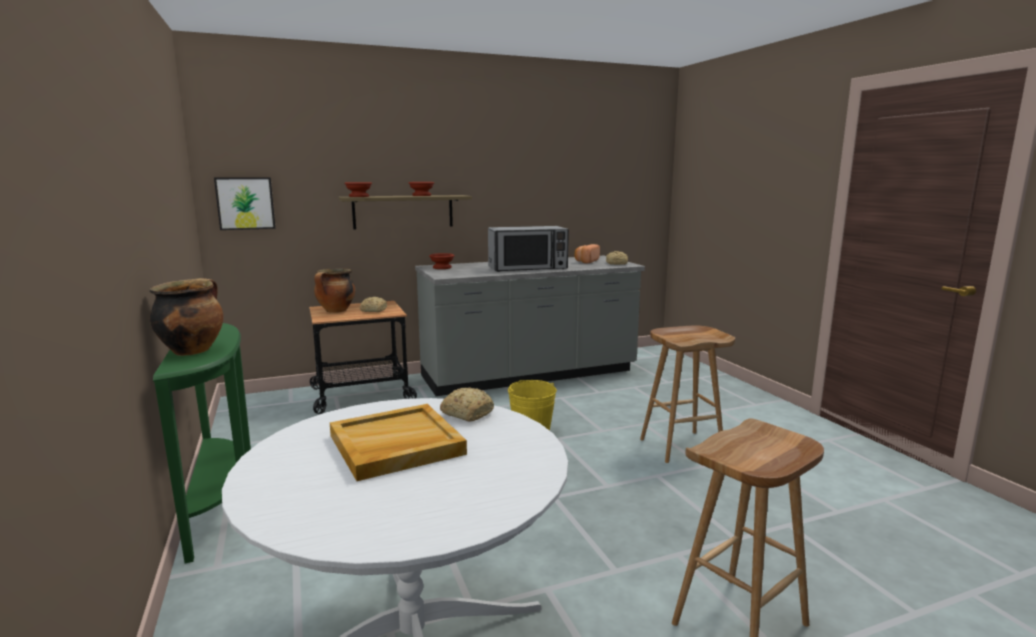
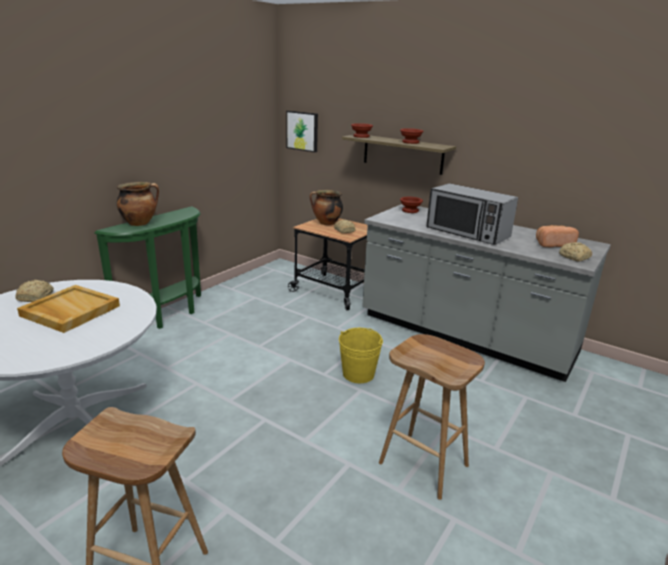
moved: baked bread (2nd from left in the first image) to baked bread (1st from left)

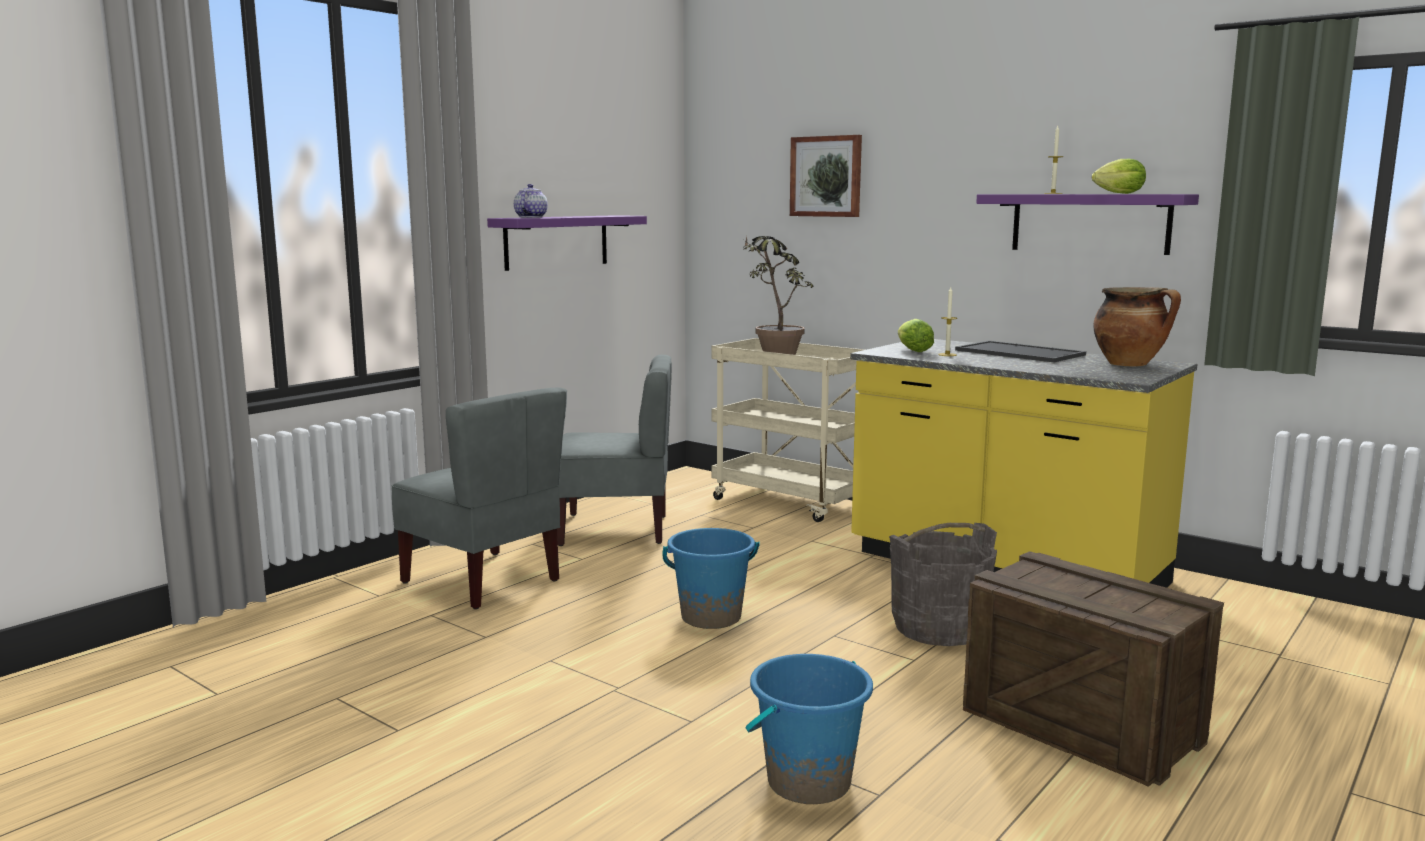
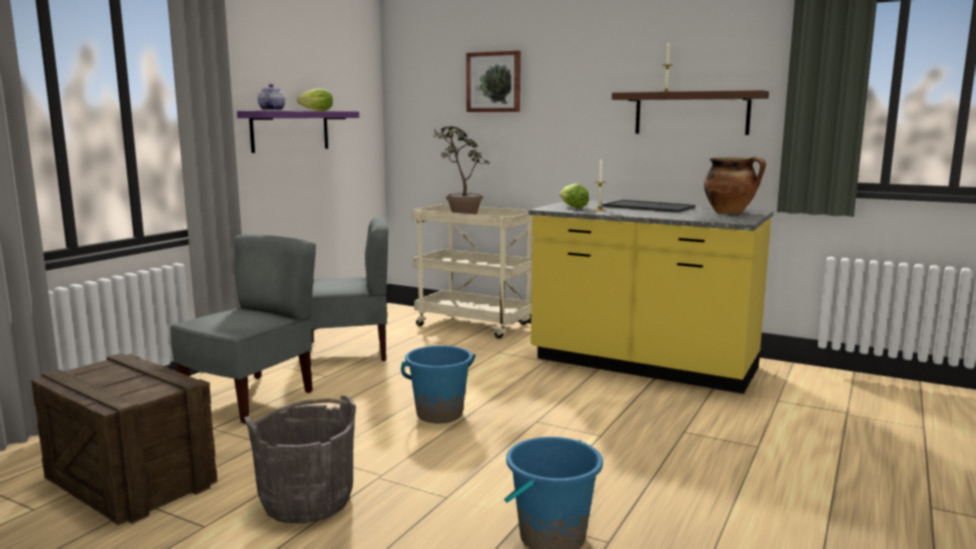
moved: lettuce head (2nd from left in the first image) to lettuce head (1st from left); pail in grey; shipping crate
recoloured: wall shelf in purplish (2nd from left) to wall shelf in brown-coloured
turned: upright chair in grey (1st from left) 90 degrees counterclockwise

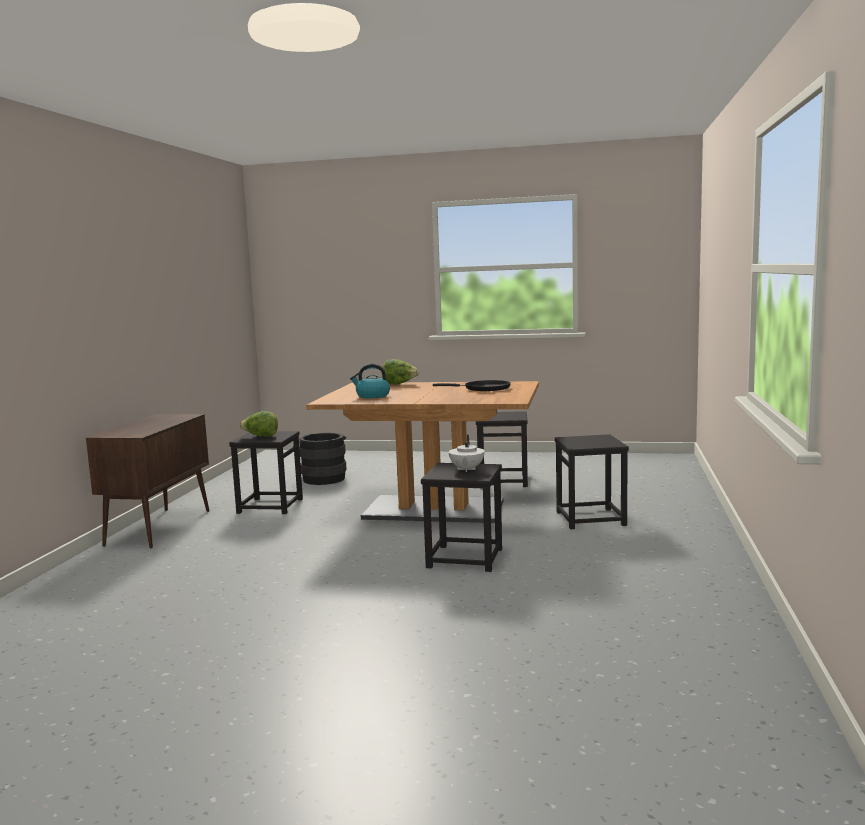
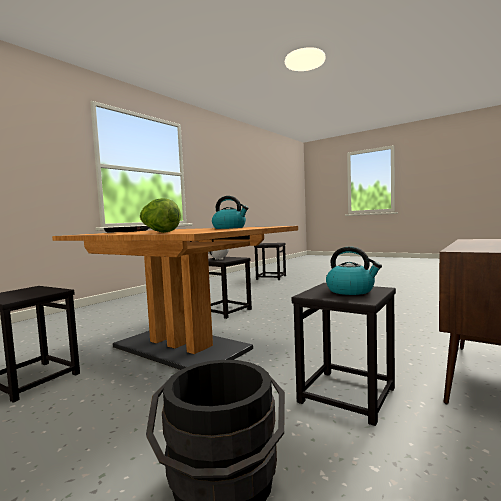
moved: stool seat in black-coloured (4th from left in the first image) to stool seat in black-coloured (3rd from left)
replaced: lettuce head (1st from left) to water kettle (2nd from left)

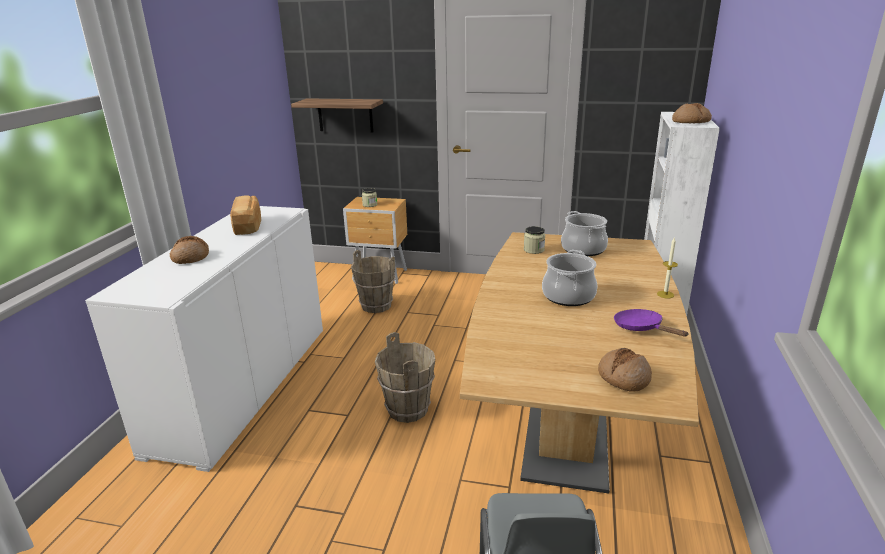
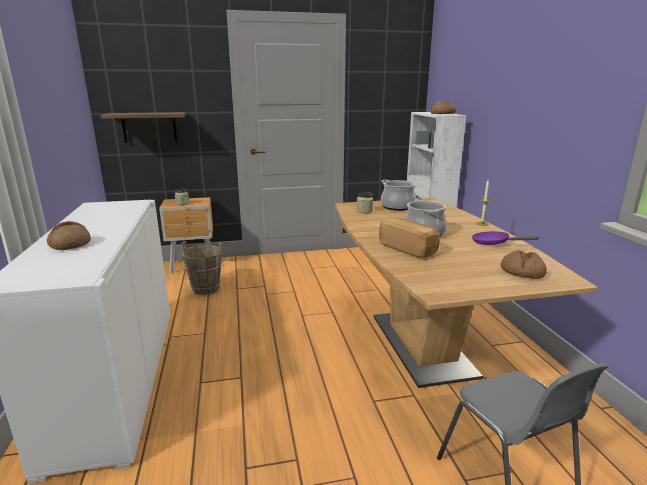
removed: pail in brown-coloured (2nd from left)
moved: baked bread (2nd from left)

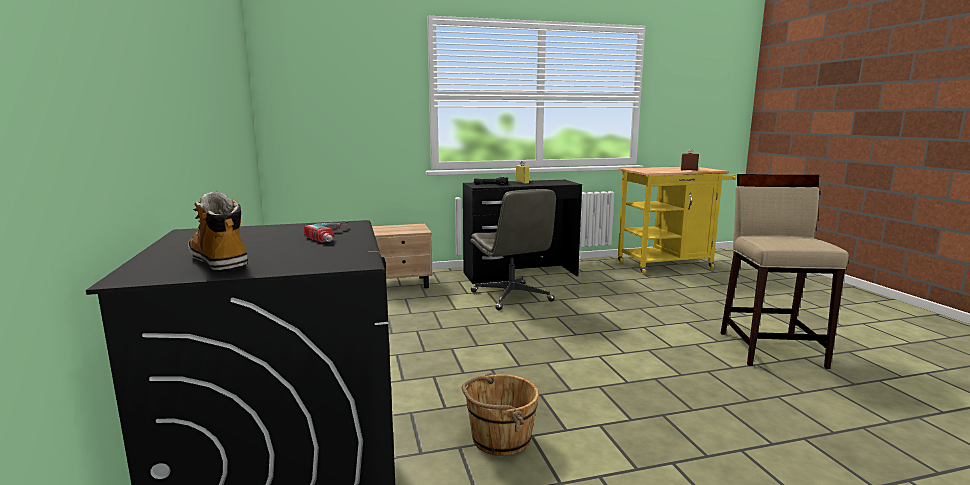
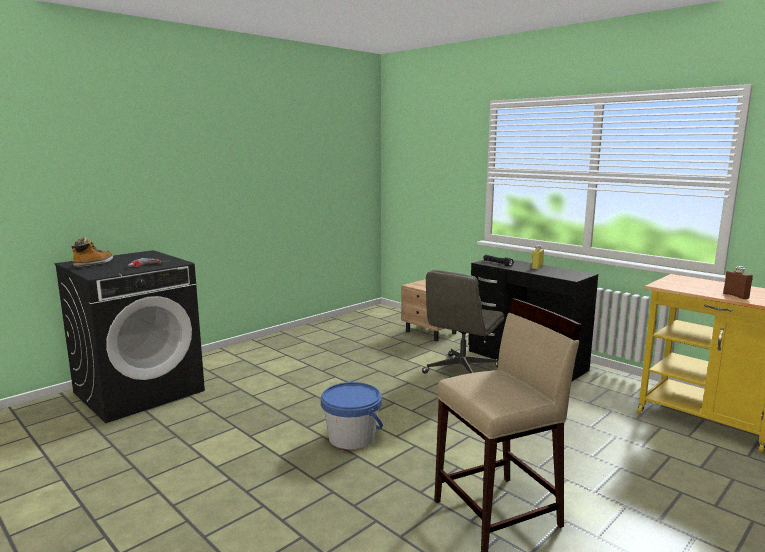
removed: pail in brown-coloured
added: pail in bluish

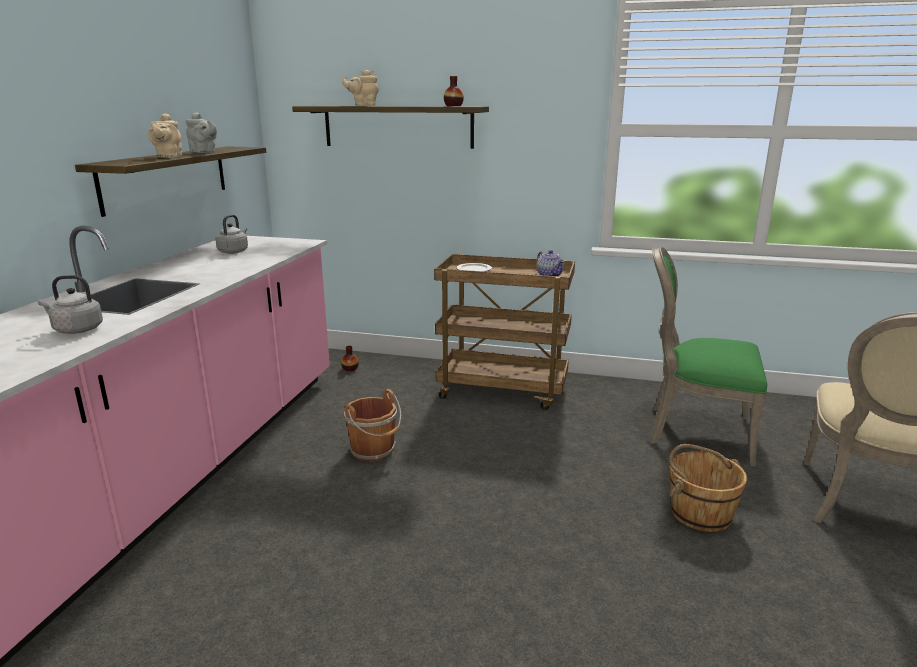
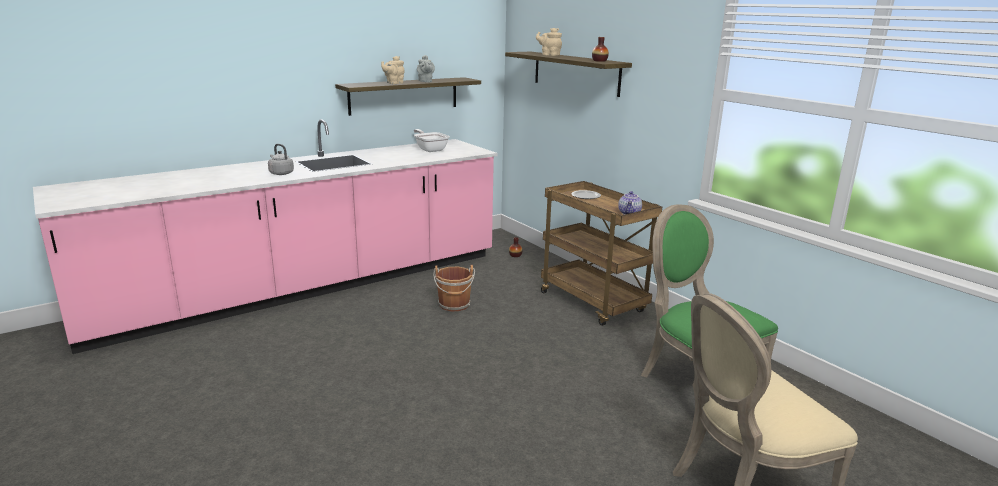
removed: pail in brown-coloured (2nd from left)
replaced: water kettle in grey (2nd from left) to pan

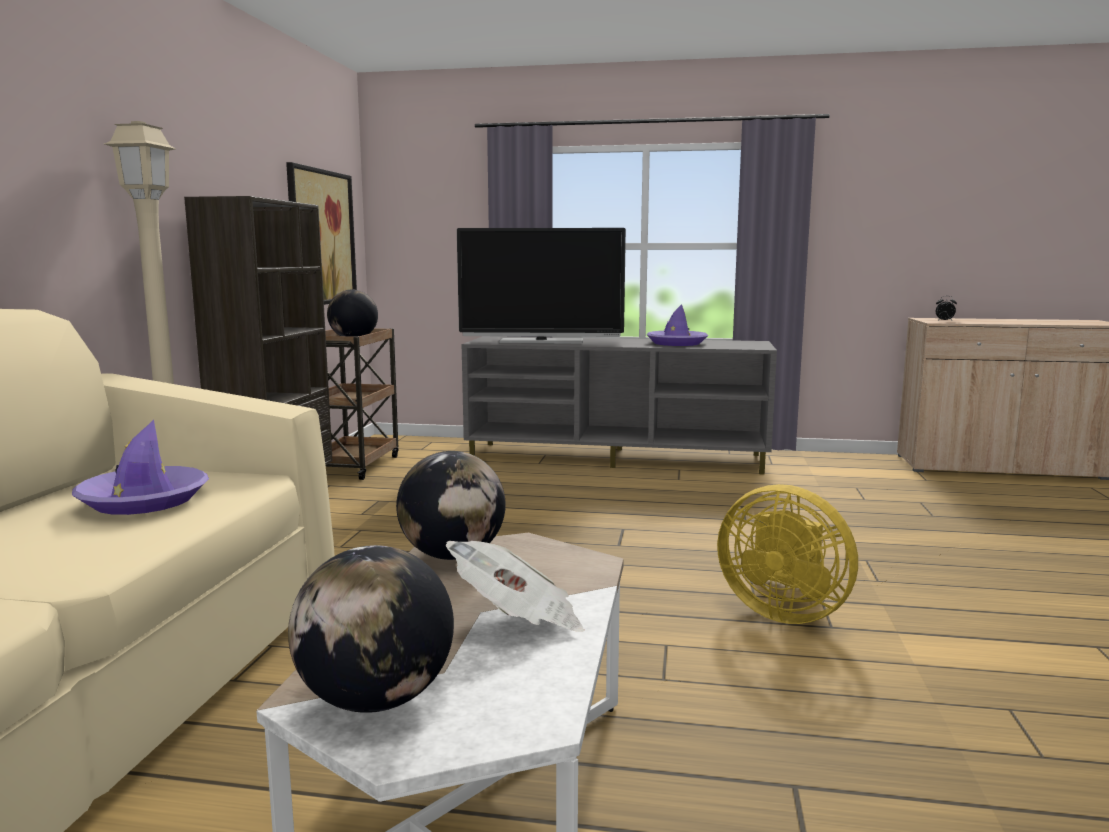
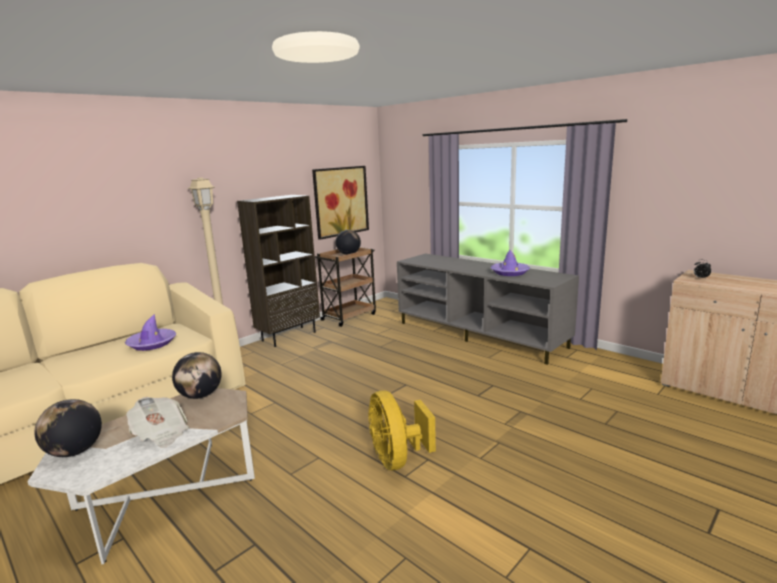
removed: television

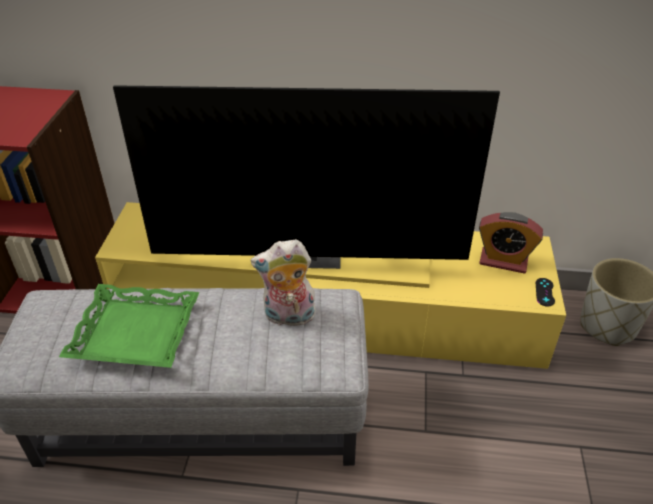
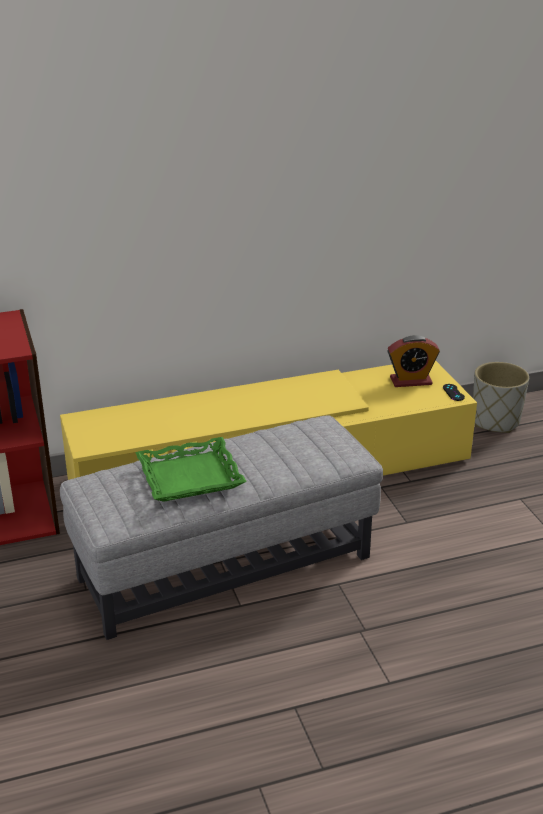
removed: television; soft toy

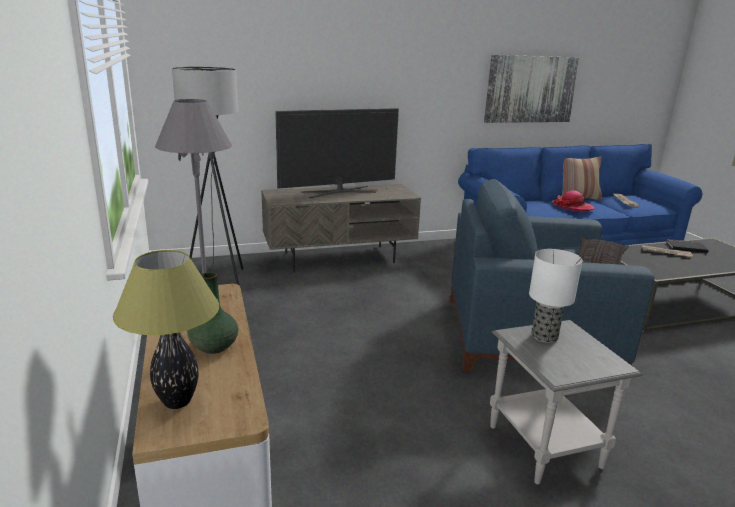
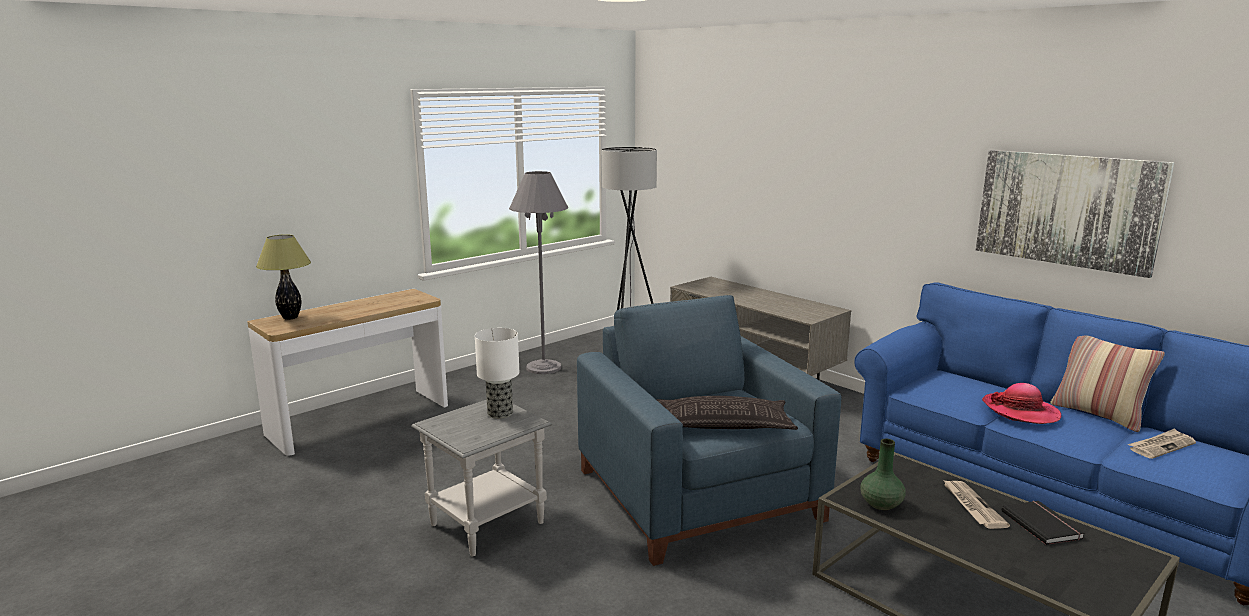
removed: television
moved: decorative vase in greenish

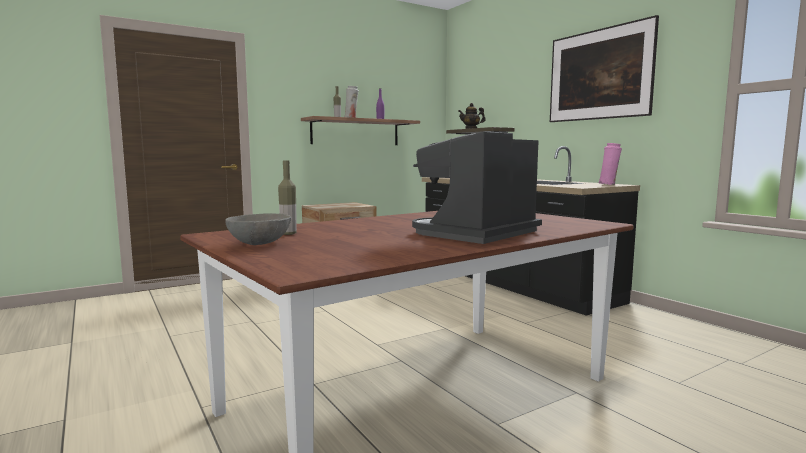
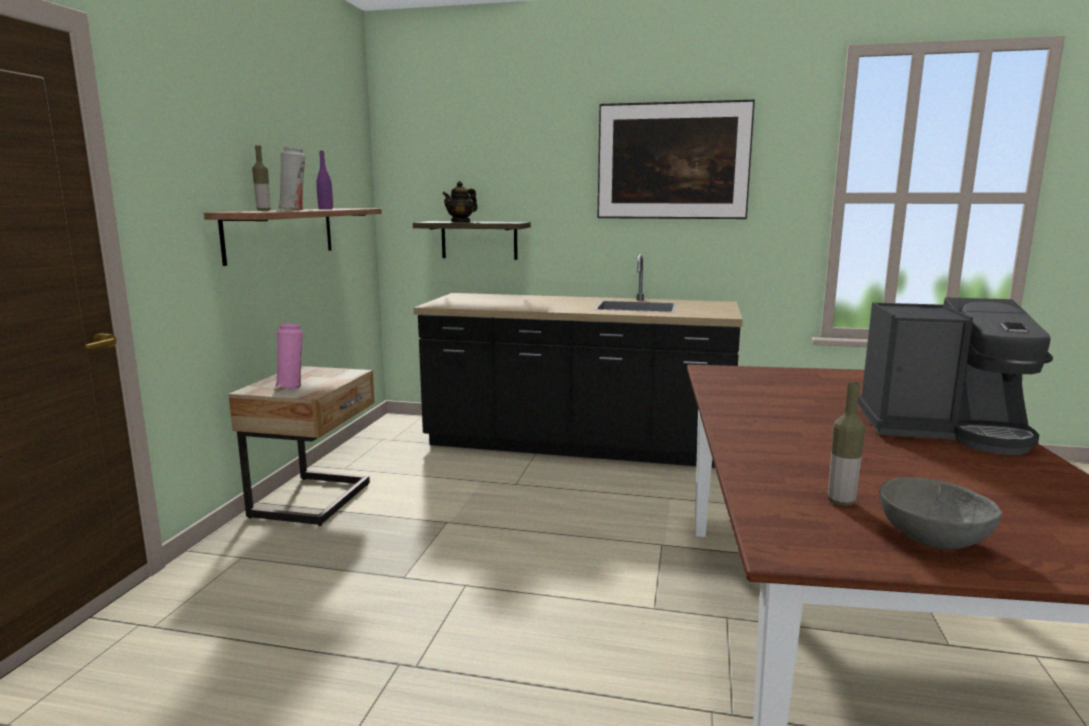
moved: decorative vase in pinkish
turned: coffee maker 75 degrees counterclockwise

